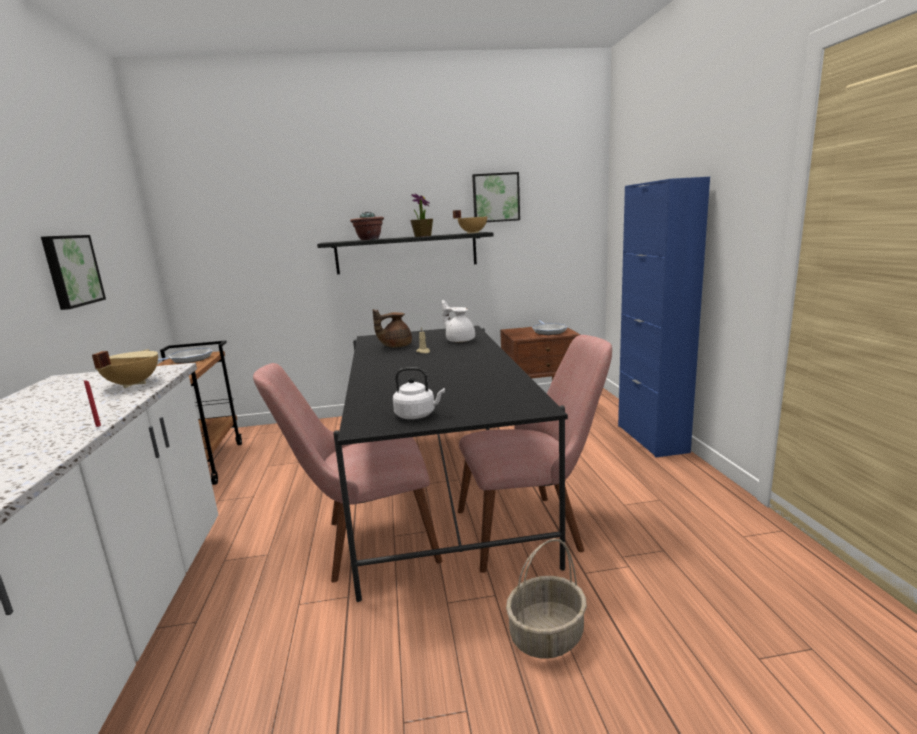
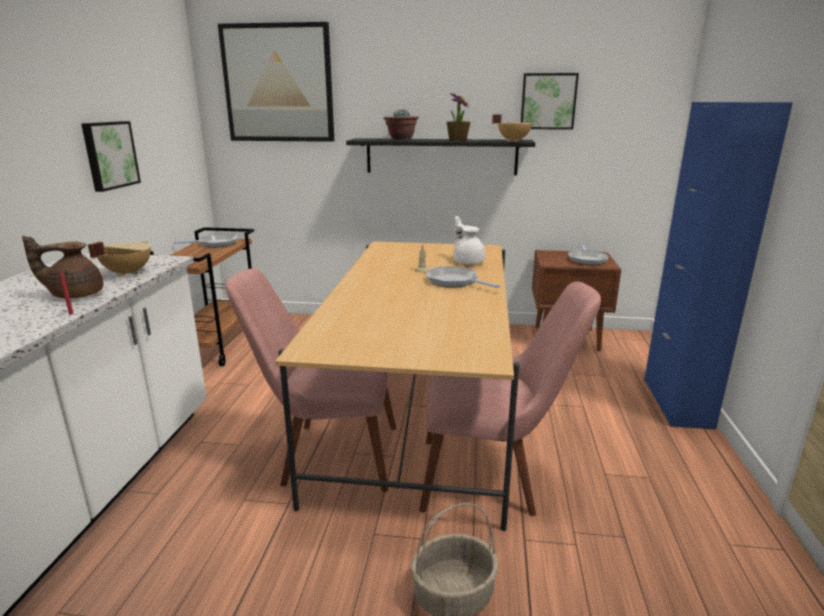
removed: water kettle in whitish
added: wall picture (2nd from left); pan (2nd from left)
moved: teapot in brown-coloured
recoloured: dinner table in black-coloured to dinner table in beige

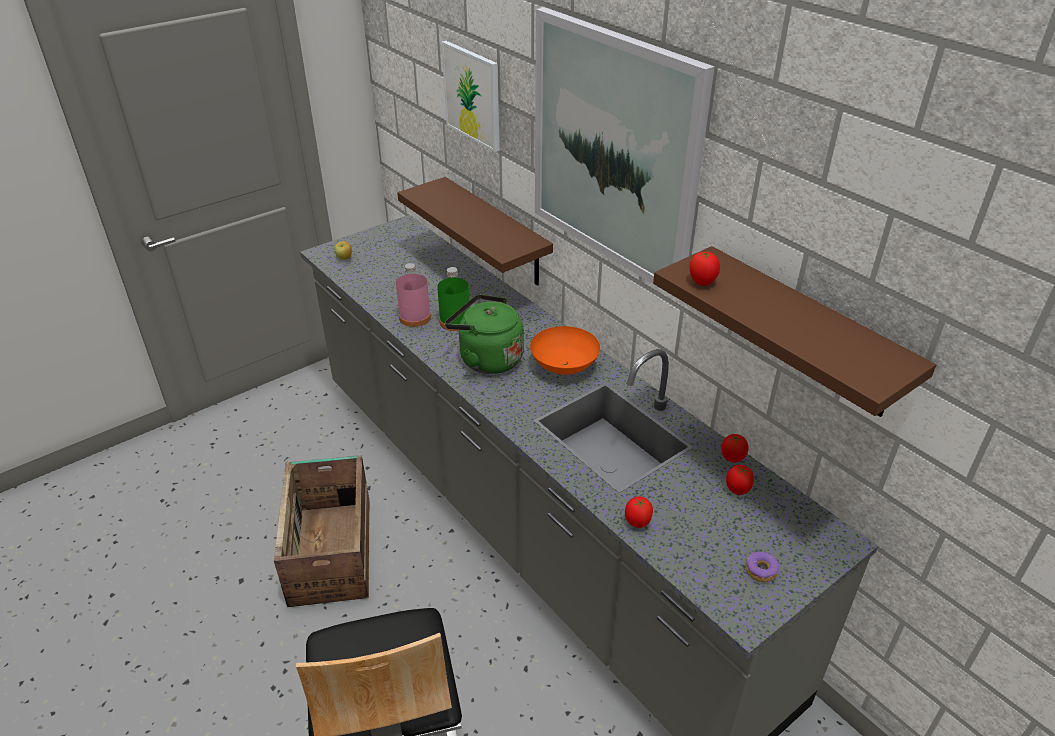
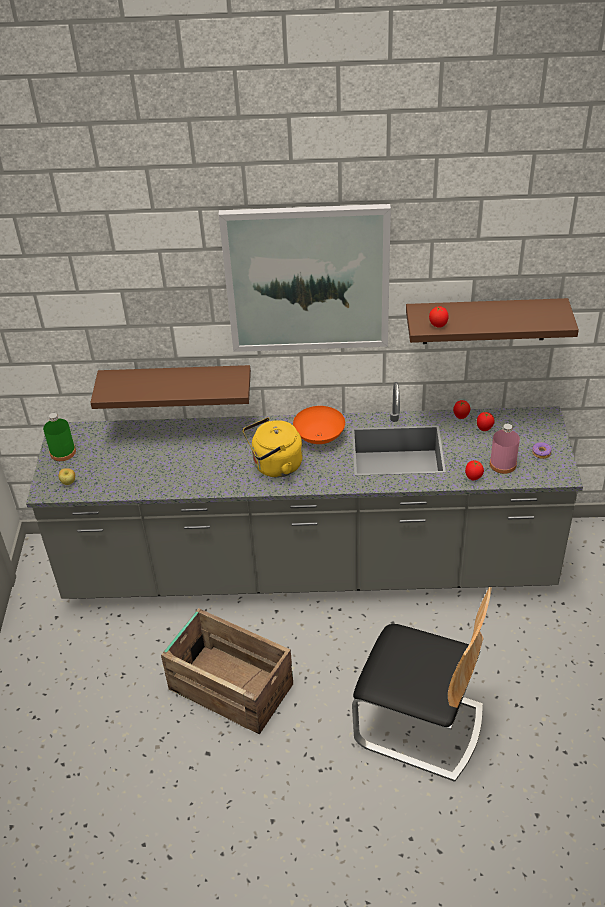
removed: wall picture (1st from left)
moved: bottle in pinkish; bottle in greenish
recoloured: water kettle in greenish to water kettle in yellow-coloured

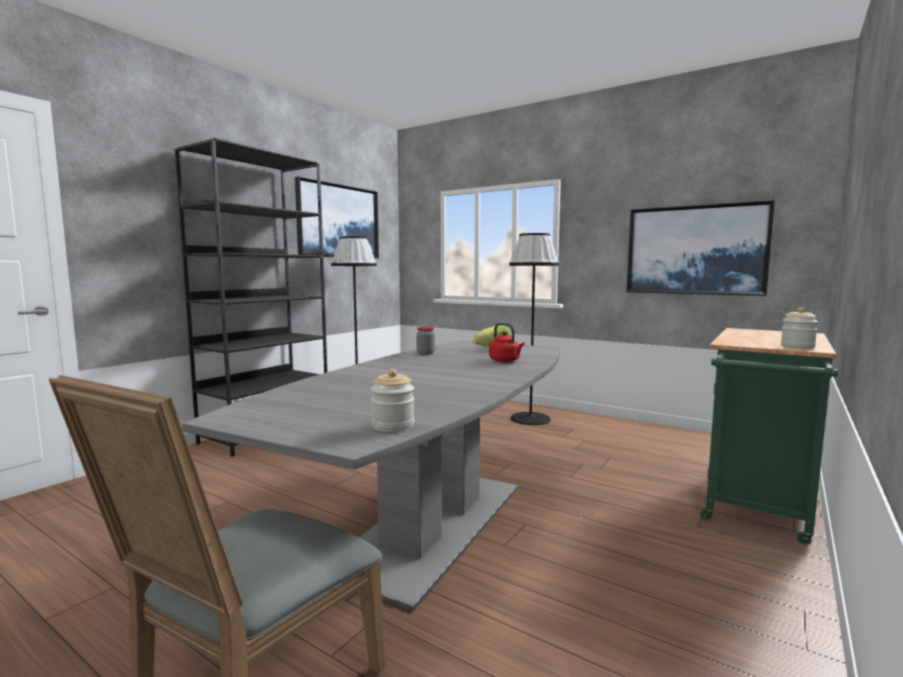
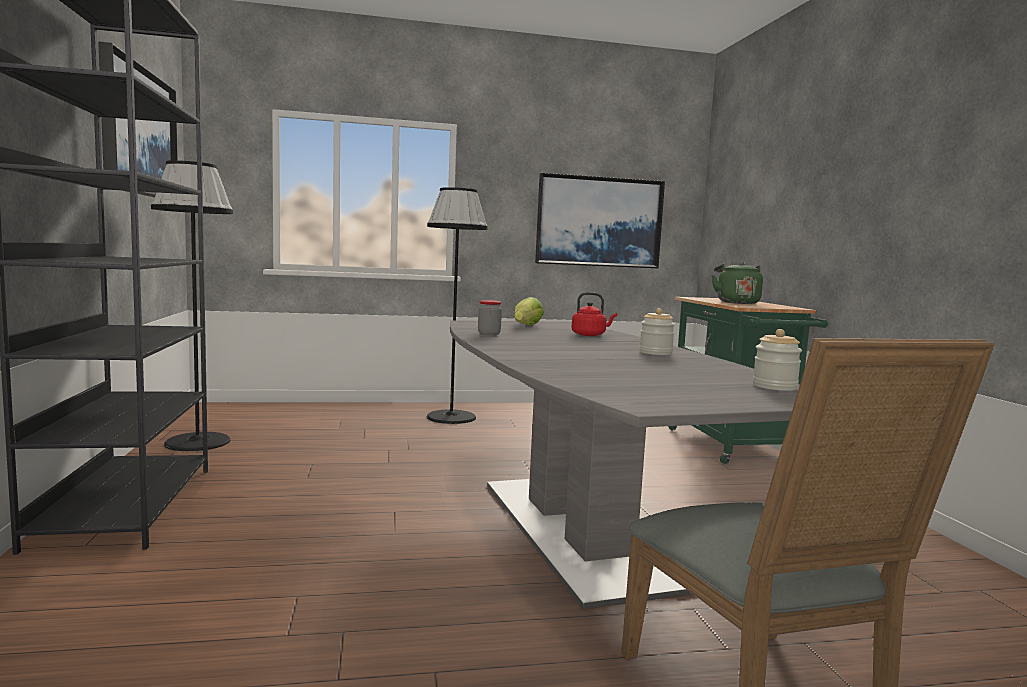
added: water kettle in greenish
moved: jar (3rd from left in the first image) to jar (2nd from left)

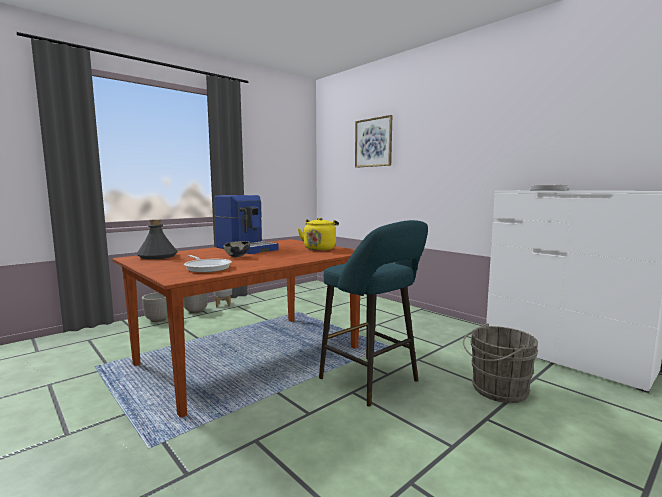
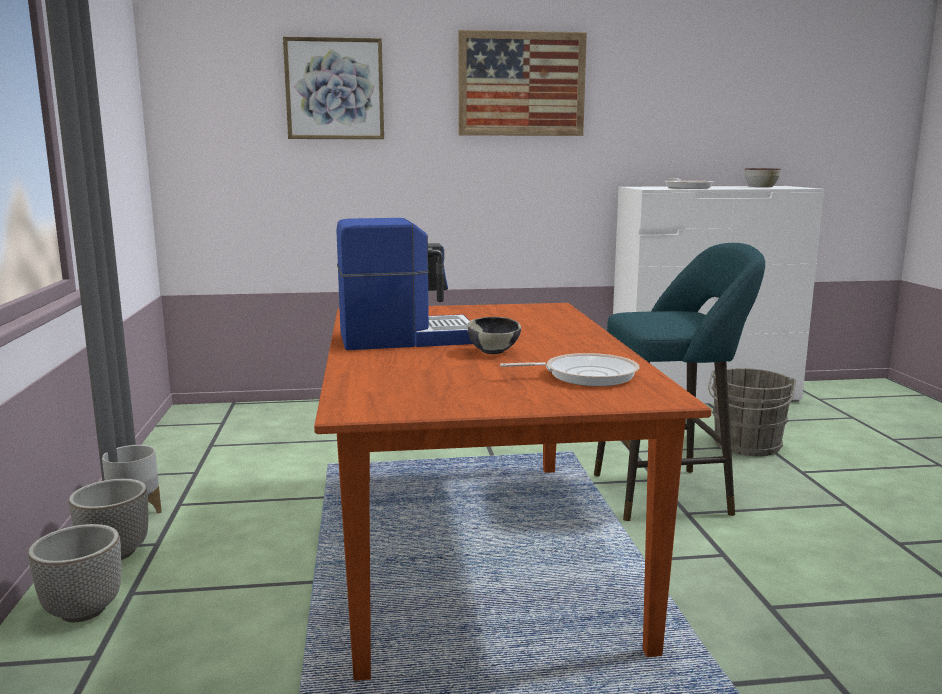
removed: water kettle in yellow-coloured; bottle in grey
added: wall picture (2nd from left); deep dish (2nd from left)

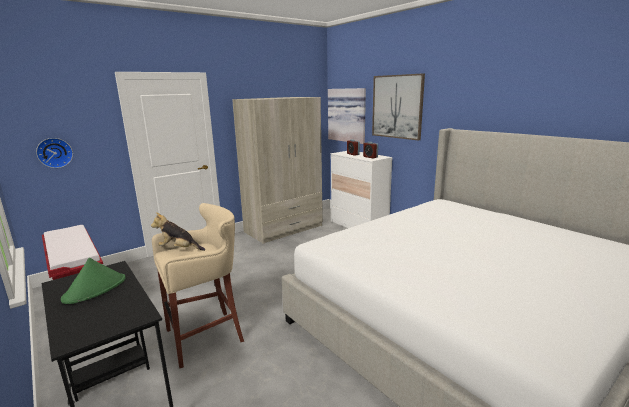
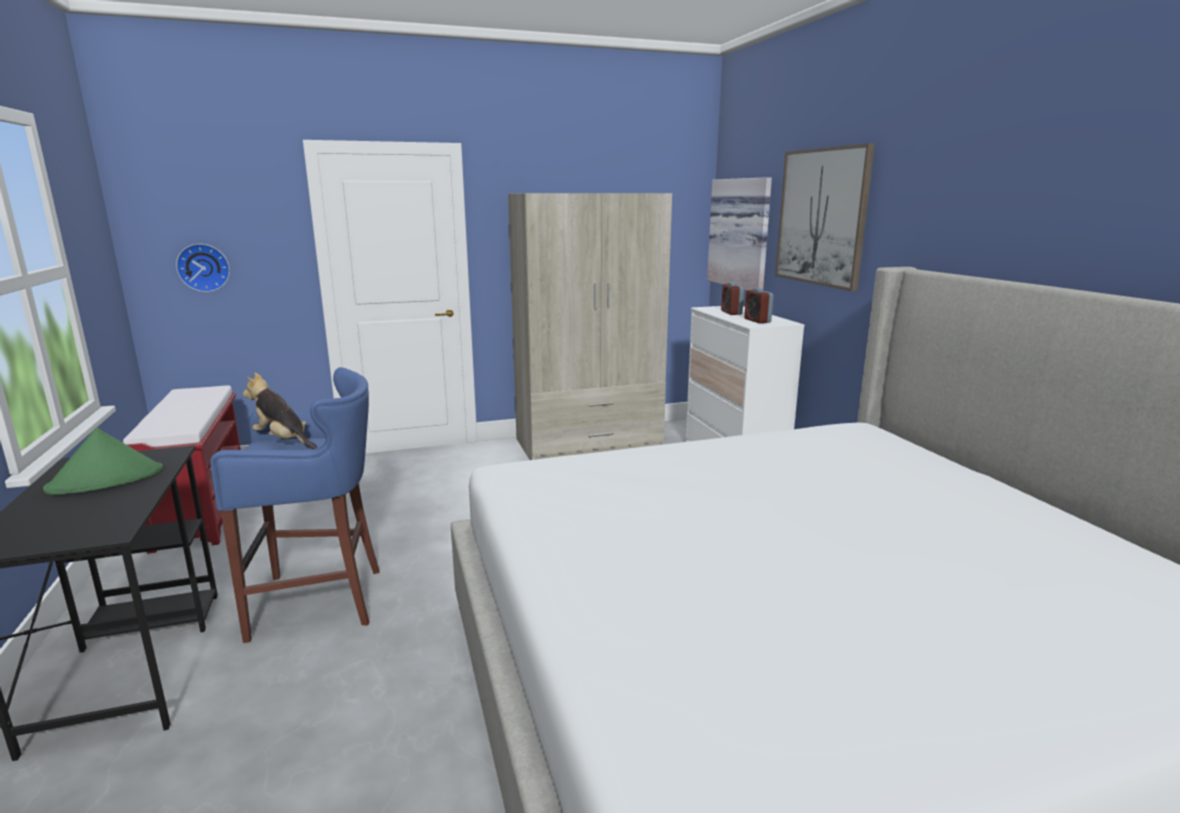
recoloured: stool seat in beige to stool seat in bluish

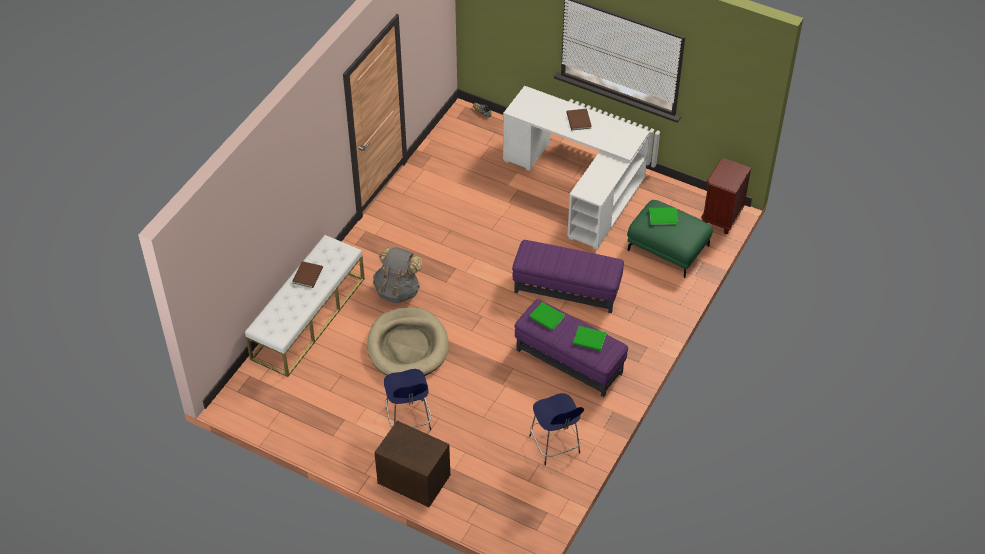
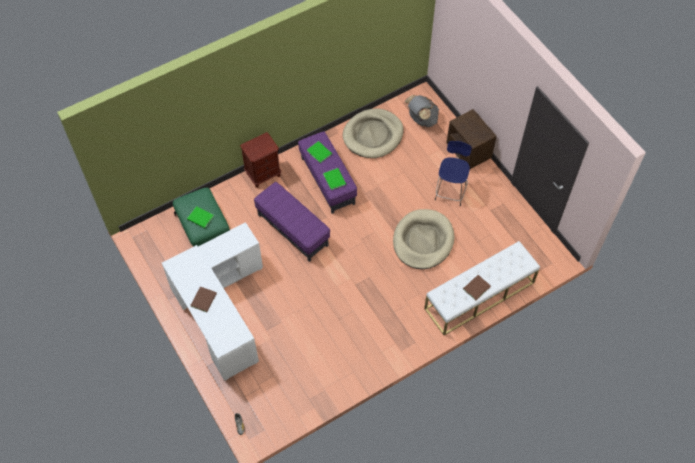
moved: bedside table in brown-coloured (2nd from left in the first image) to bedside table in brown-coloured (1st from left); rucksack in grey
replaced: stool seat in bluish (2nd from left) to dog bed in beige (1st from left)

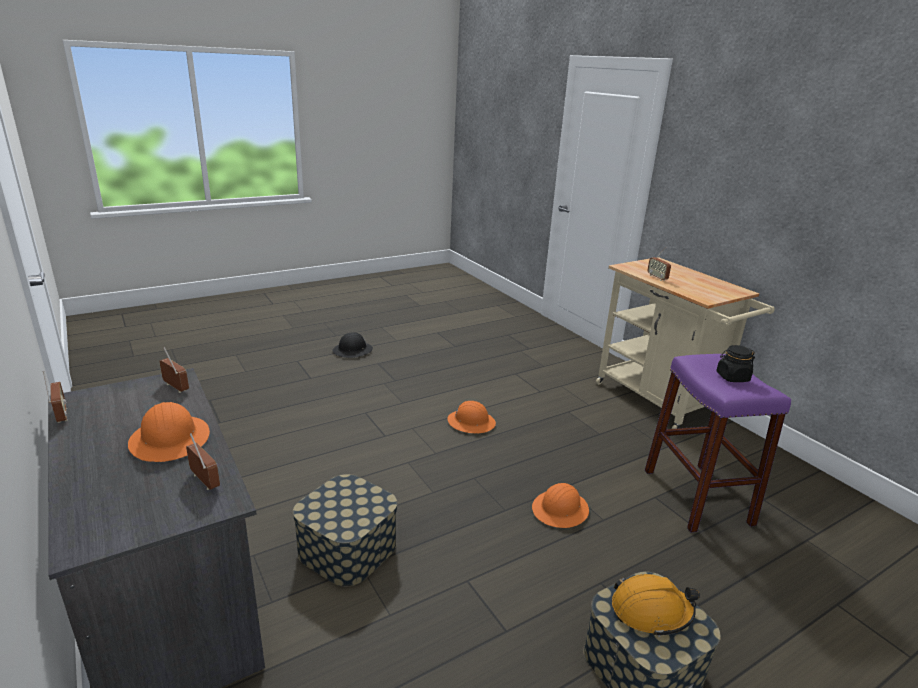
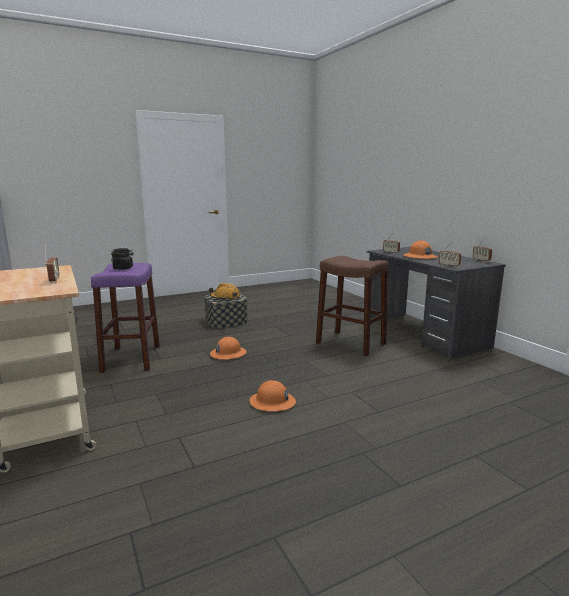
removed: work helmet in black-coloured
replaced: storage box (1st from left) to stool seat in brown-coloured

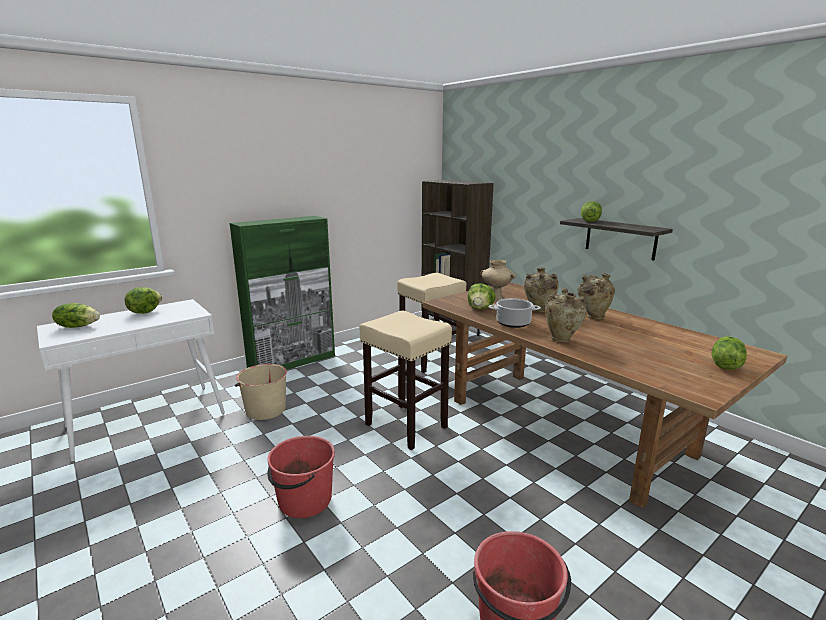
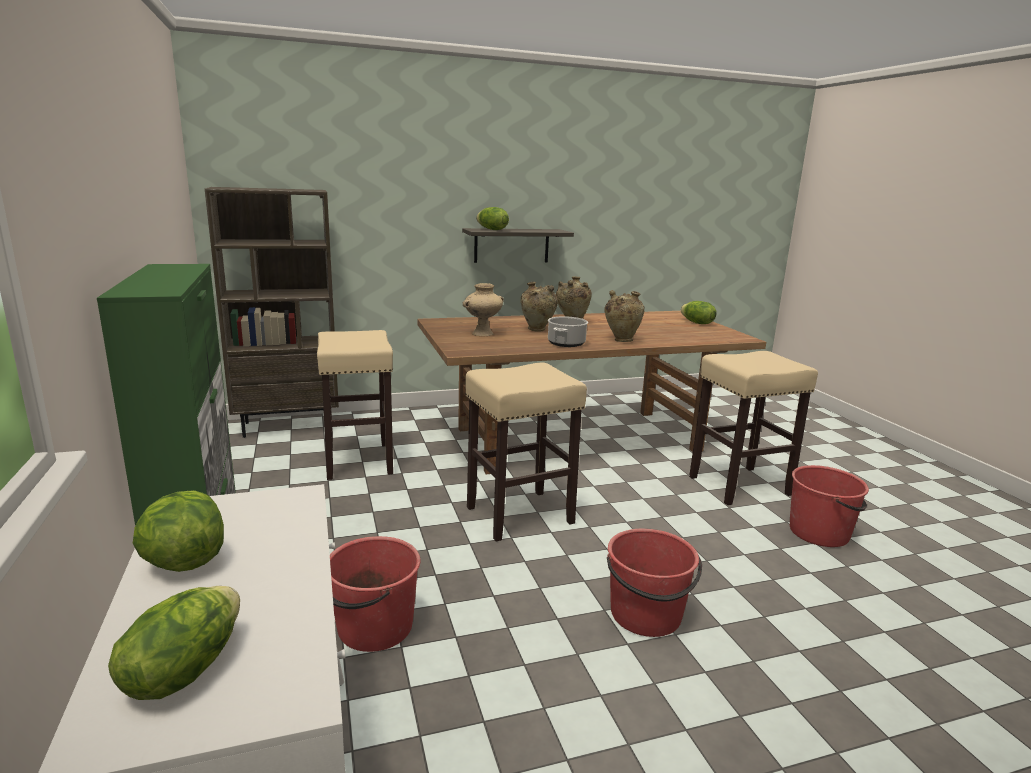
removed: lettuce head (3rd from left)
added: stool seat in beige (3rd from left)
recoloured: pail in beige to pail in red (1st from left)

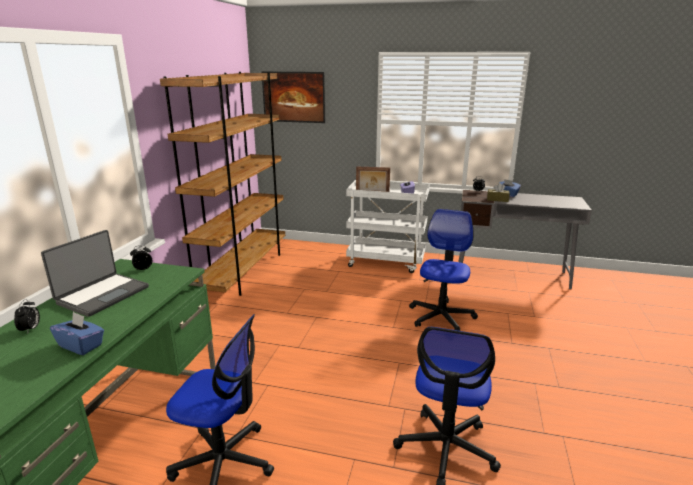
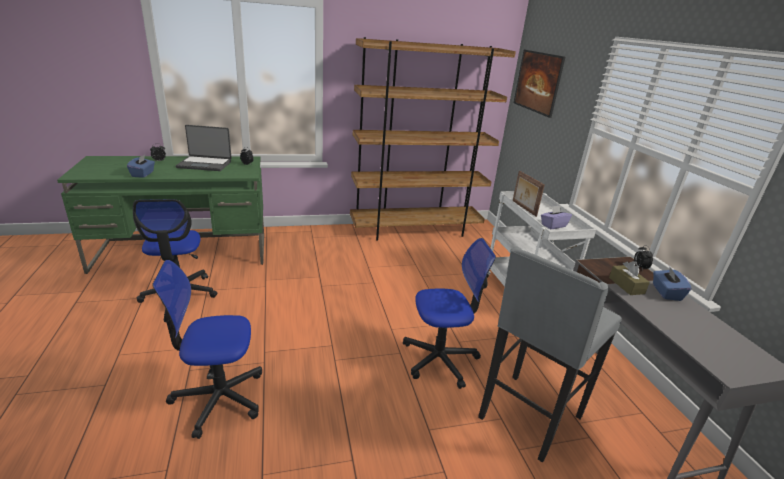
added: stool seat in grey

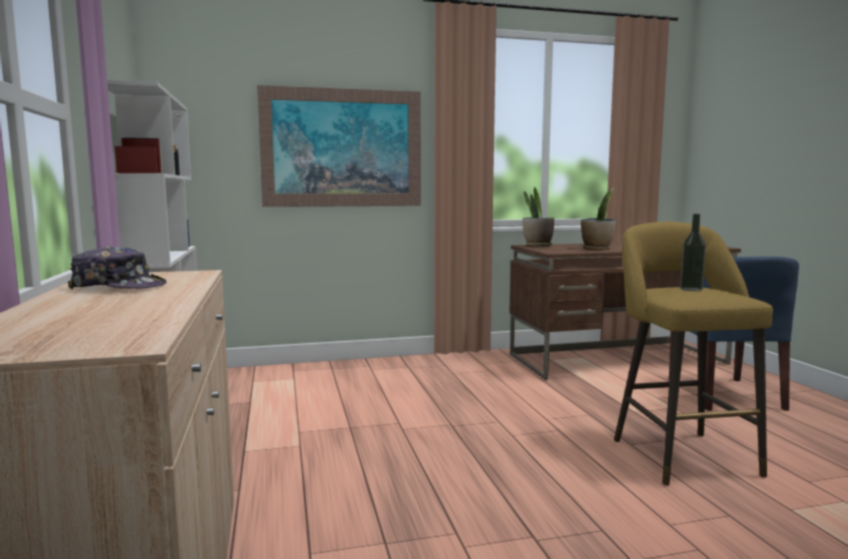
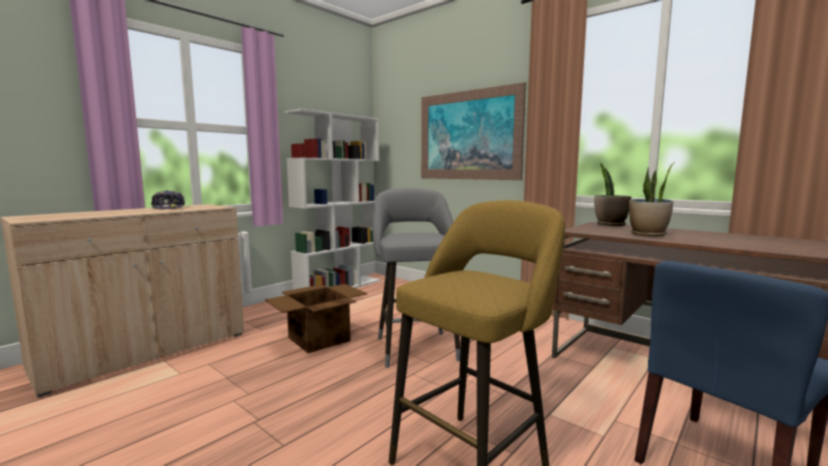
removed: bottle
added: stool seat in grey; cardboard box

